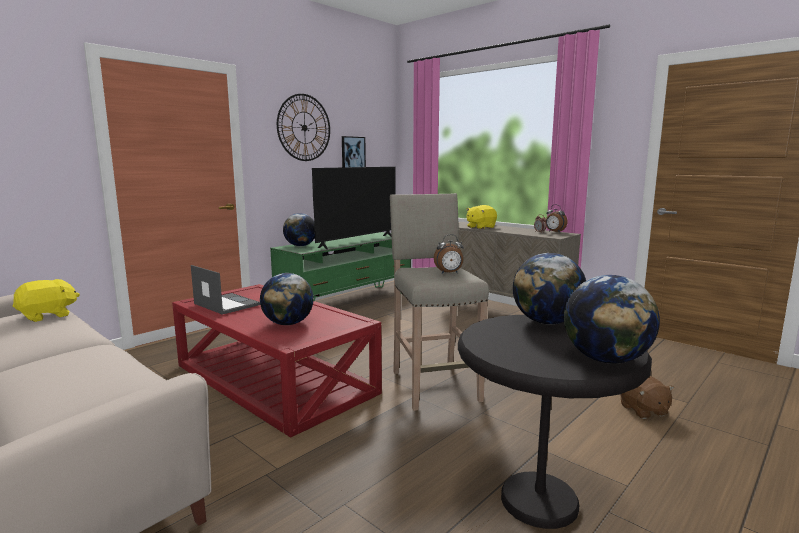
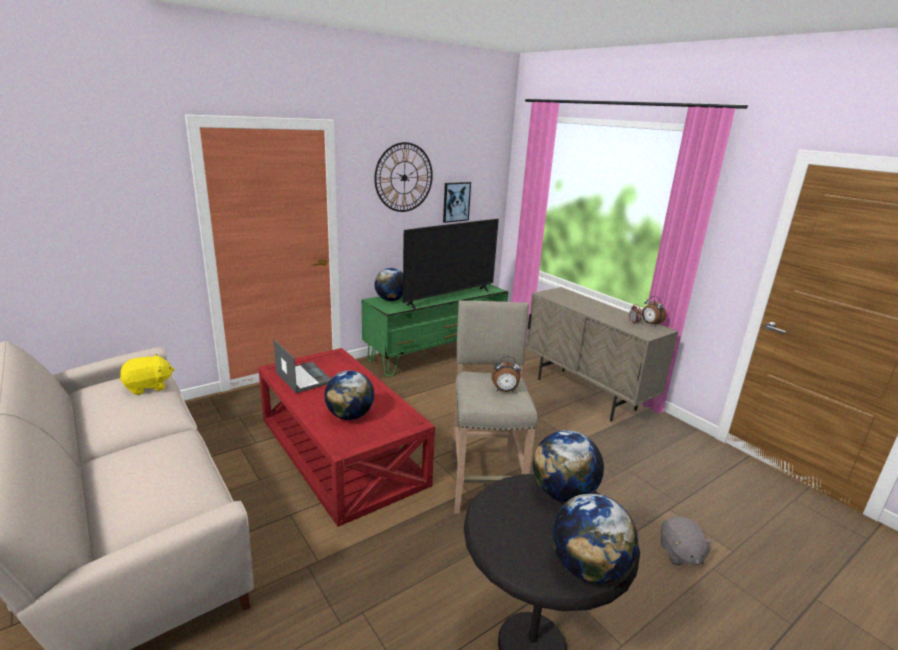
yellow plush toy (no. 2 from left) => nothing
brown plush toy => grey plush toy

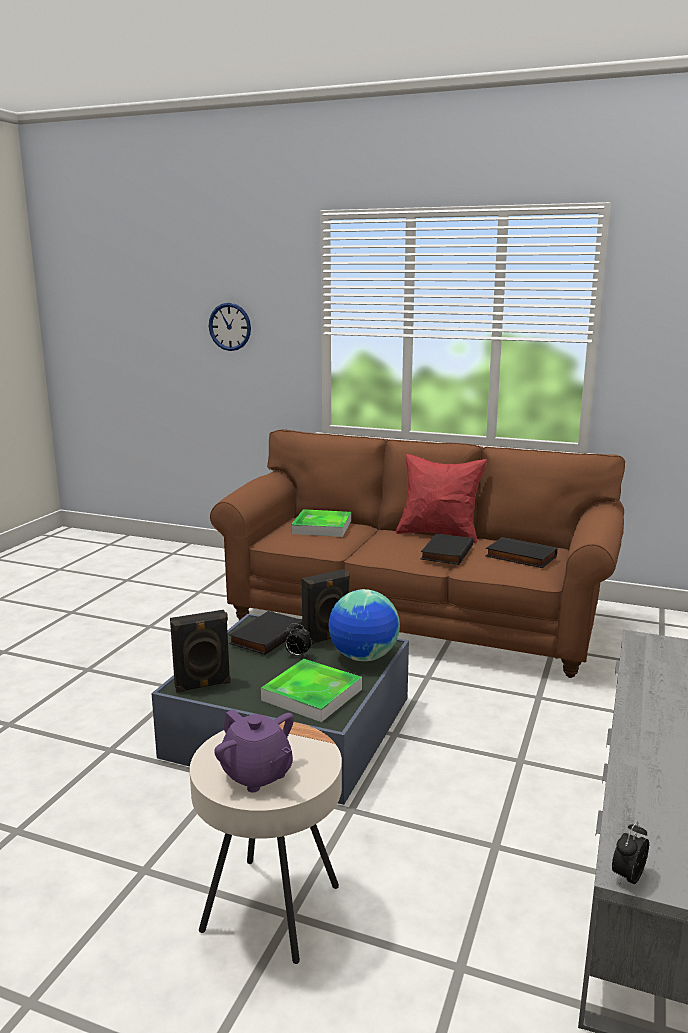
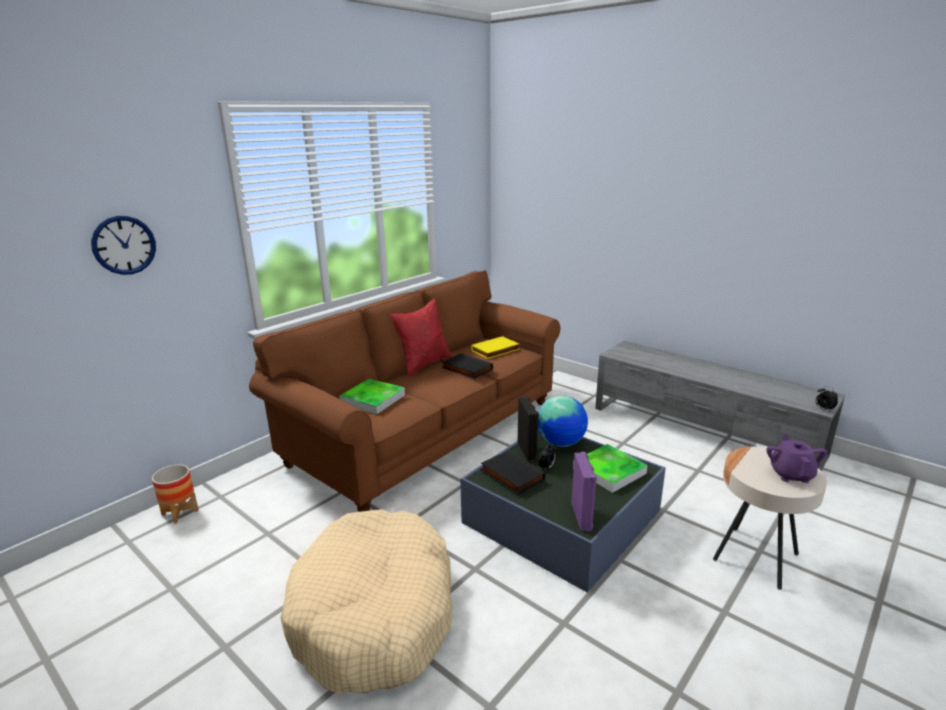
black book (no. 3 from left) => yellow book
black speaker (no. 1 from left) => purple speaker
purple teapot, 60 degrees counterclockwise
nothing => planter
nothing => beige dog bed

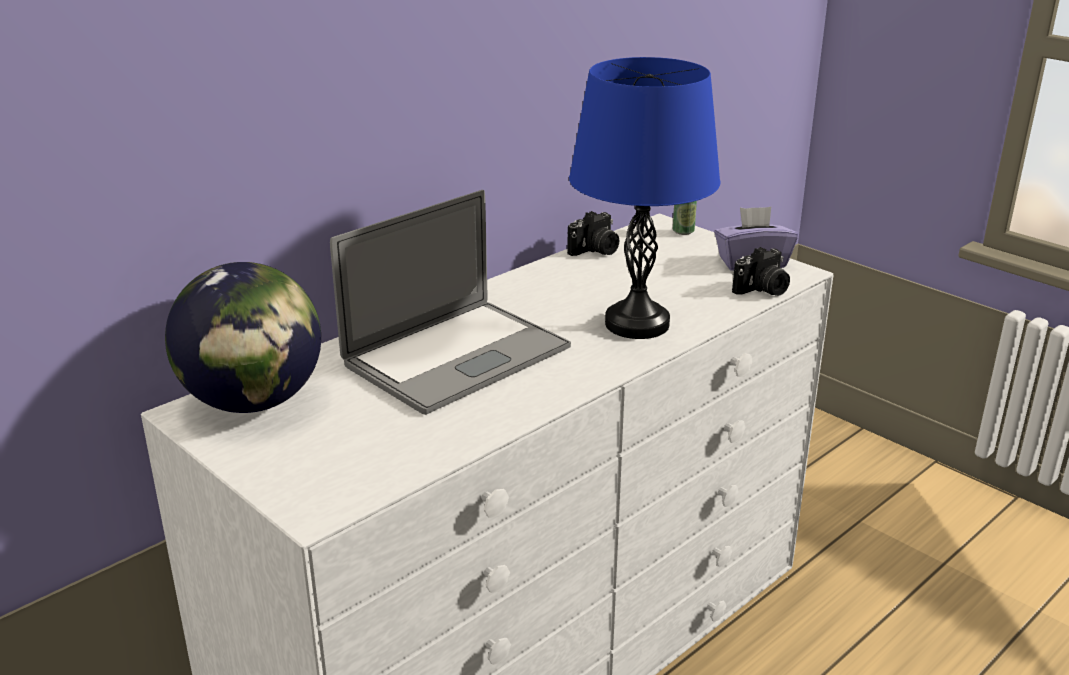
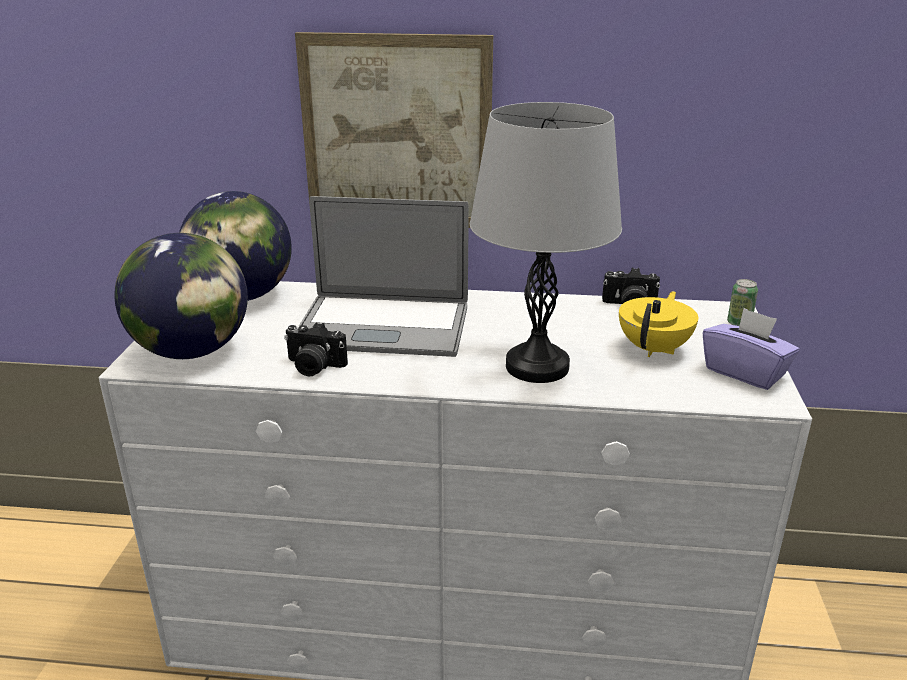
blue table lamp => grey table lamp
photo camera (no. 2 from left in the first image) => photo camera (no. 1 from left), relocated
nothing => picture
nothing => globe (no. 1 from left)
nothing => yellow teapot

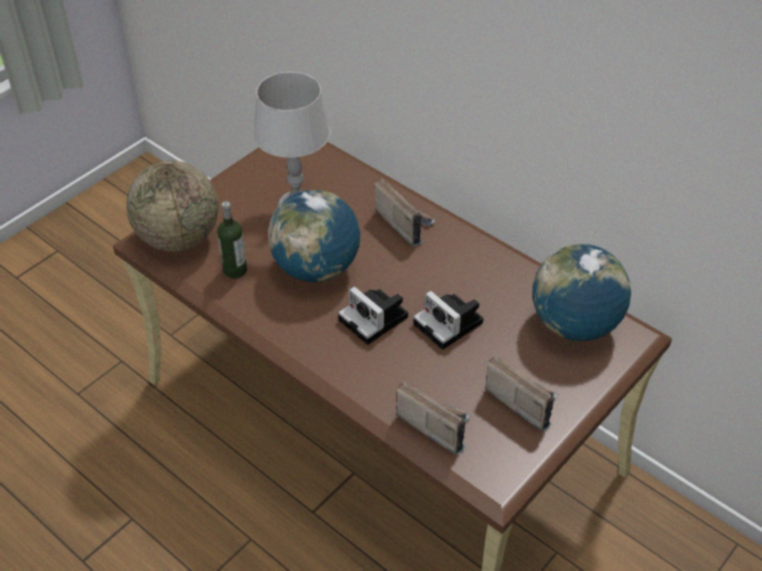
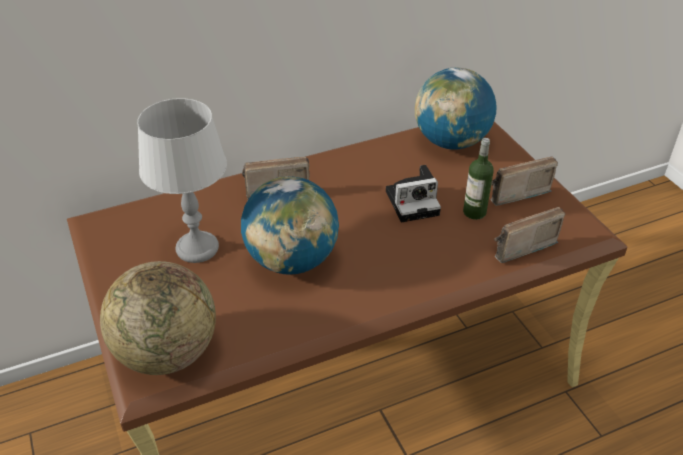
bottle, relocated
photo camera (no. 1 from left) => nothing

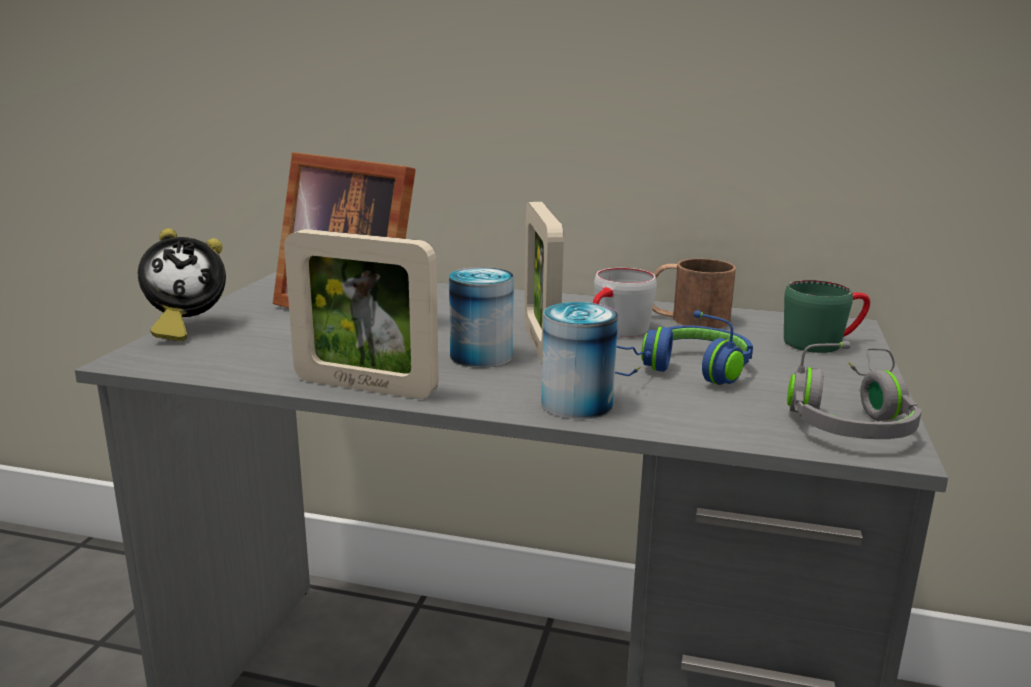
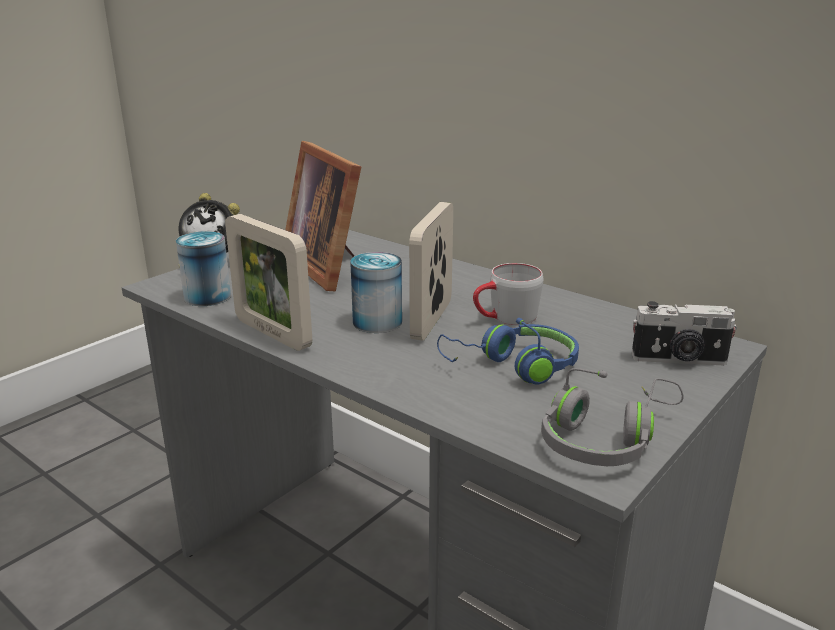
brown mug => nothing
green mug => photo camera
can (no. 2 from left in the first image) => can (no. 1 from left), relocated

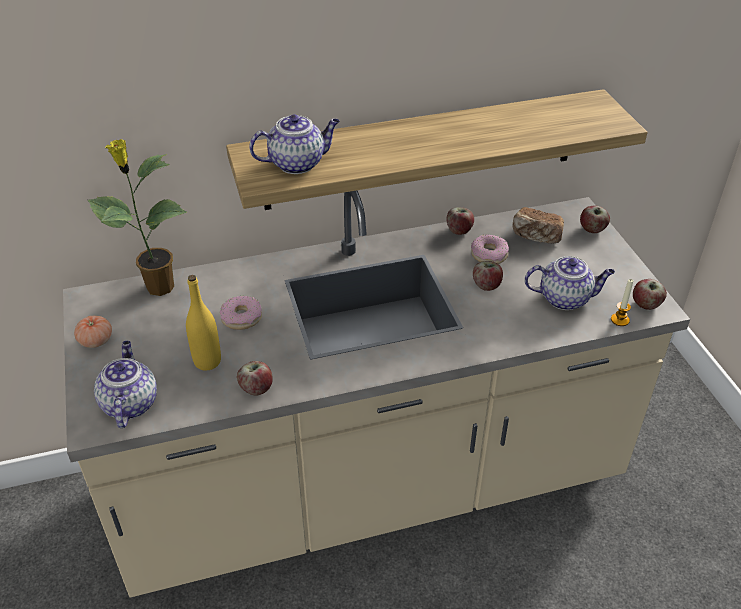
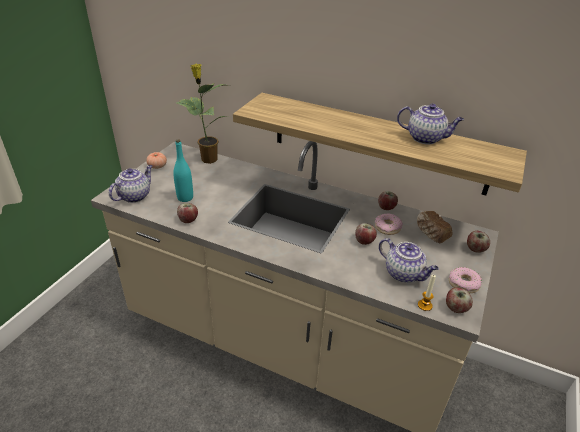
teapot (no. 2 from left in the first image) => teapot (no. 3 from left), relocated
yellow bottle => turquoise bottle
donut (no. 1 from left in the first image) => donut (no. 2 from left), relocated

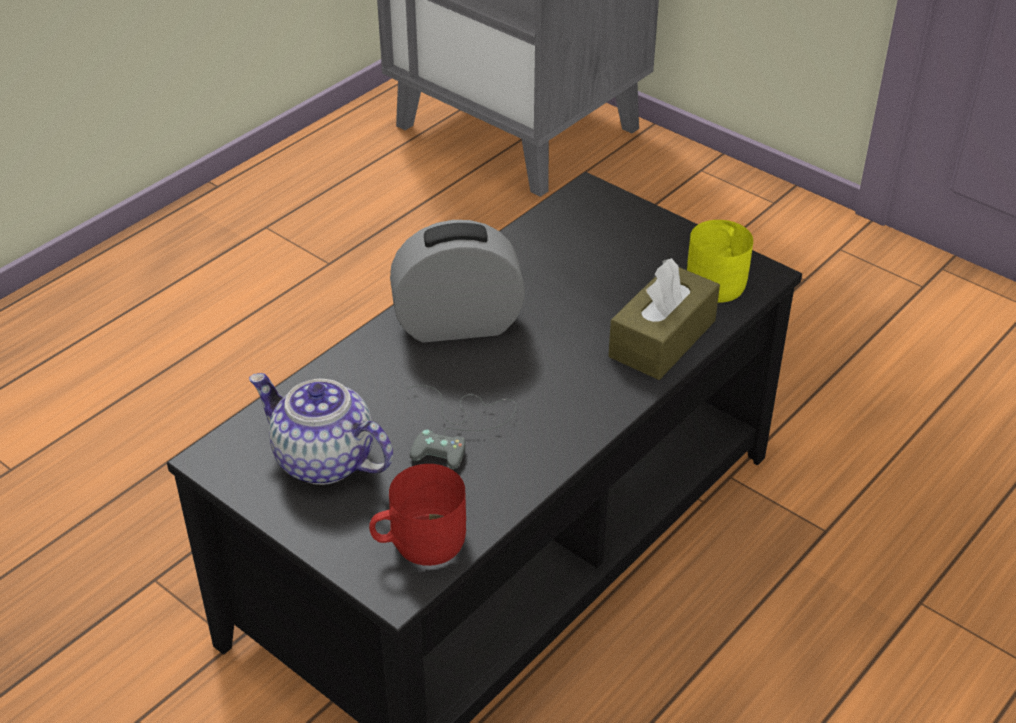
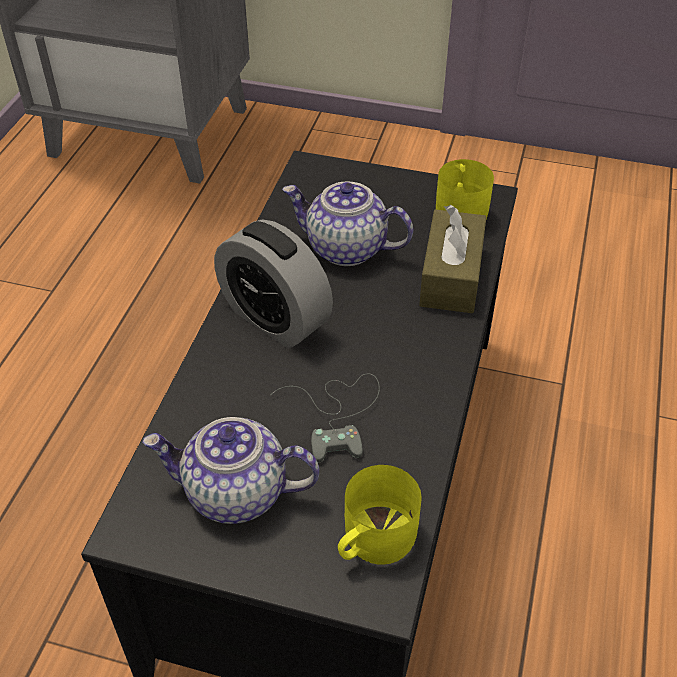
alarm clock, 105 degrees counterclockwise
red mug => yellow mug (no. 1 from left)
nothing => teapot (no. 2 from left)

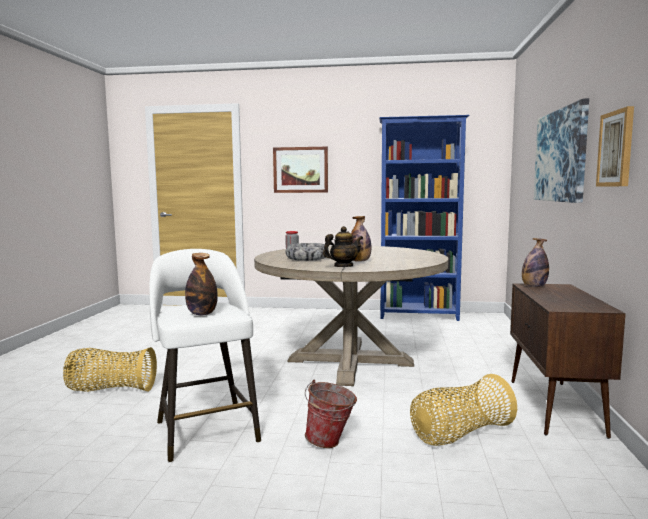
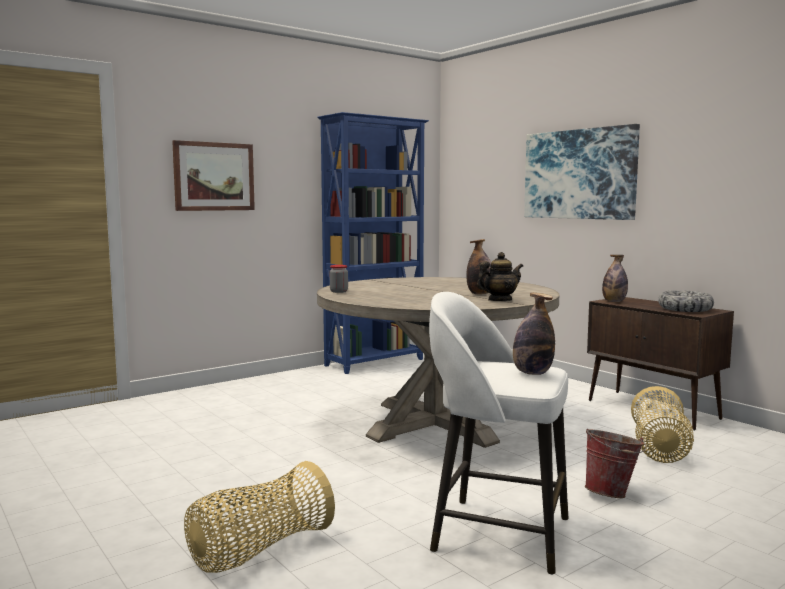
picture (no. 3 from left) => nothing
teapot, 45 degrees clockwise
bowl, relocated

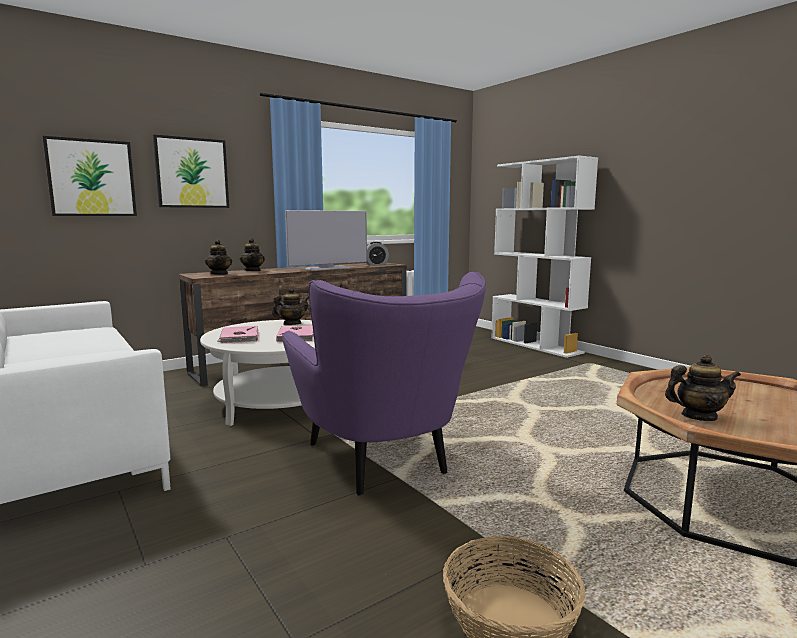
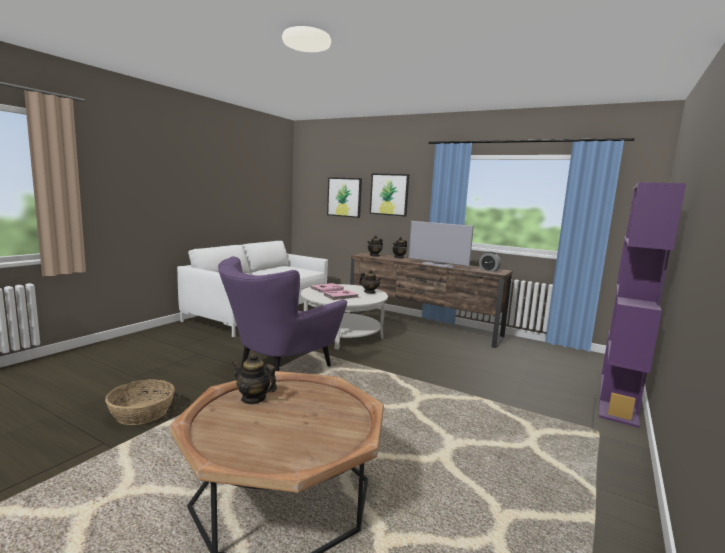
white bookcase => purple bookcase
teapot (no. 4 from left in the first image) => teapot (no. 1 from left), 135 degrees clockwise

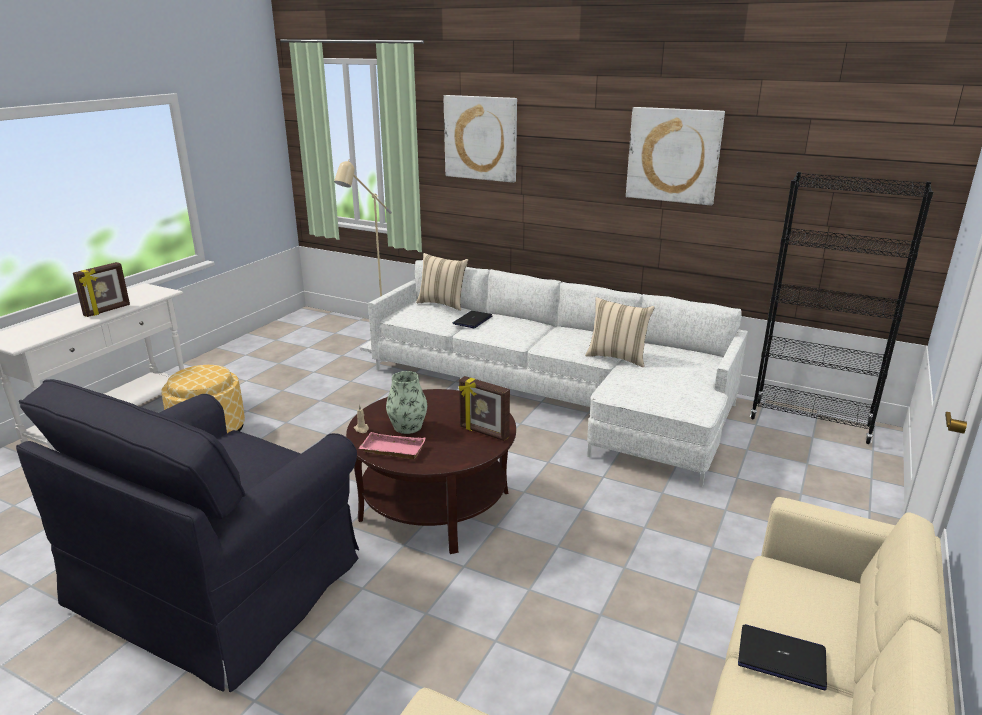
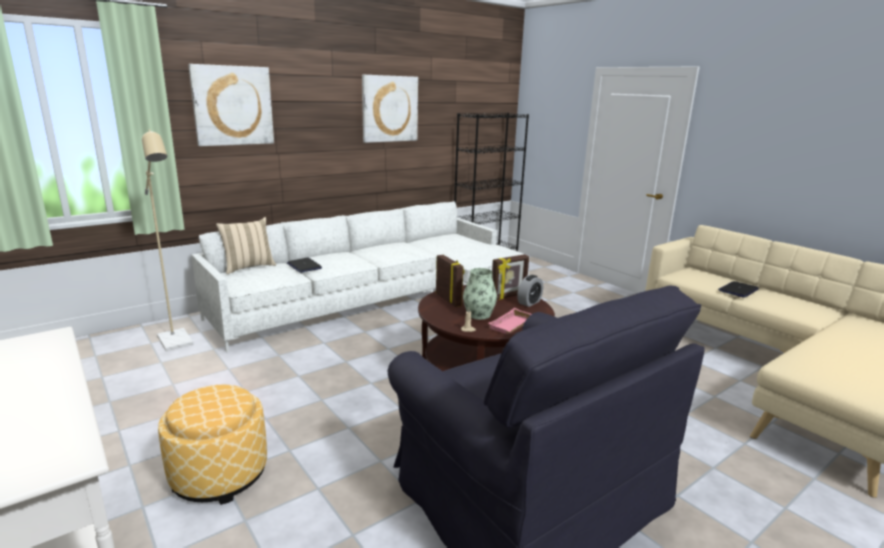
picture frame (no. 1 from left), relocated
beige pillow (no. 2 from left) => nothing
nothing => alarm clock

